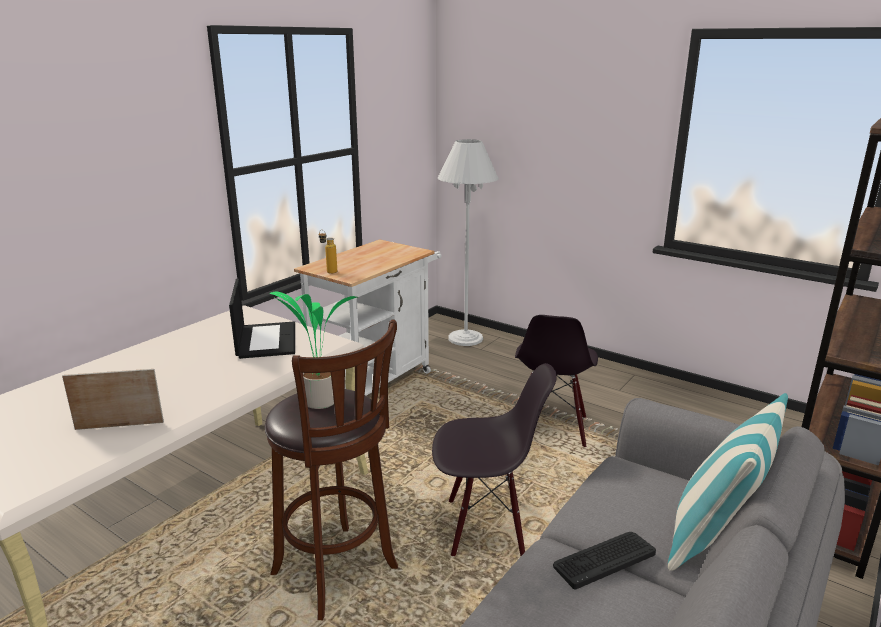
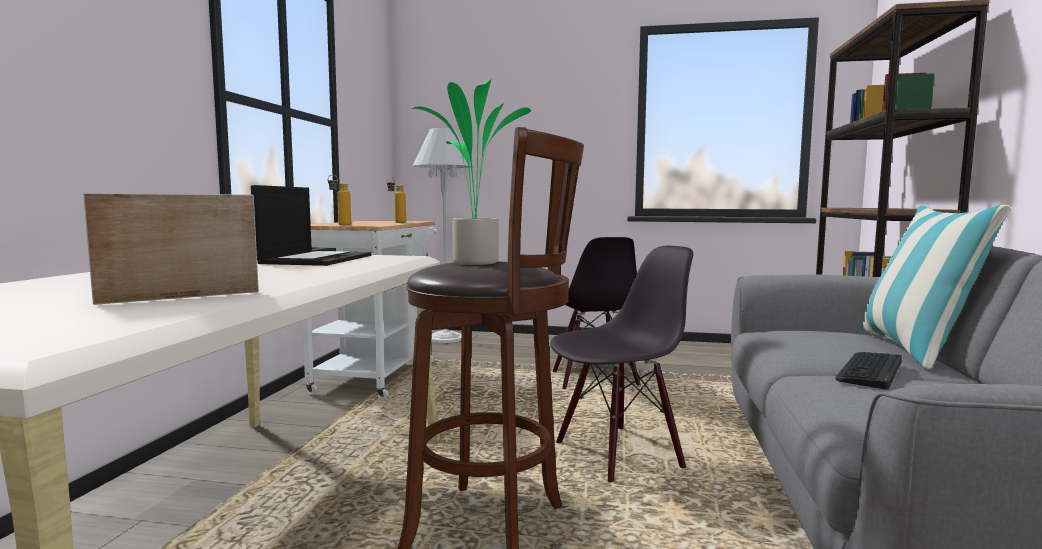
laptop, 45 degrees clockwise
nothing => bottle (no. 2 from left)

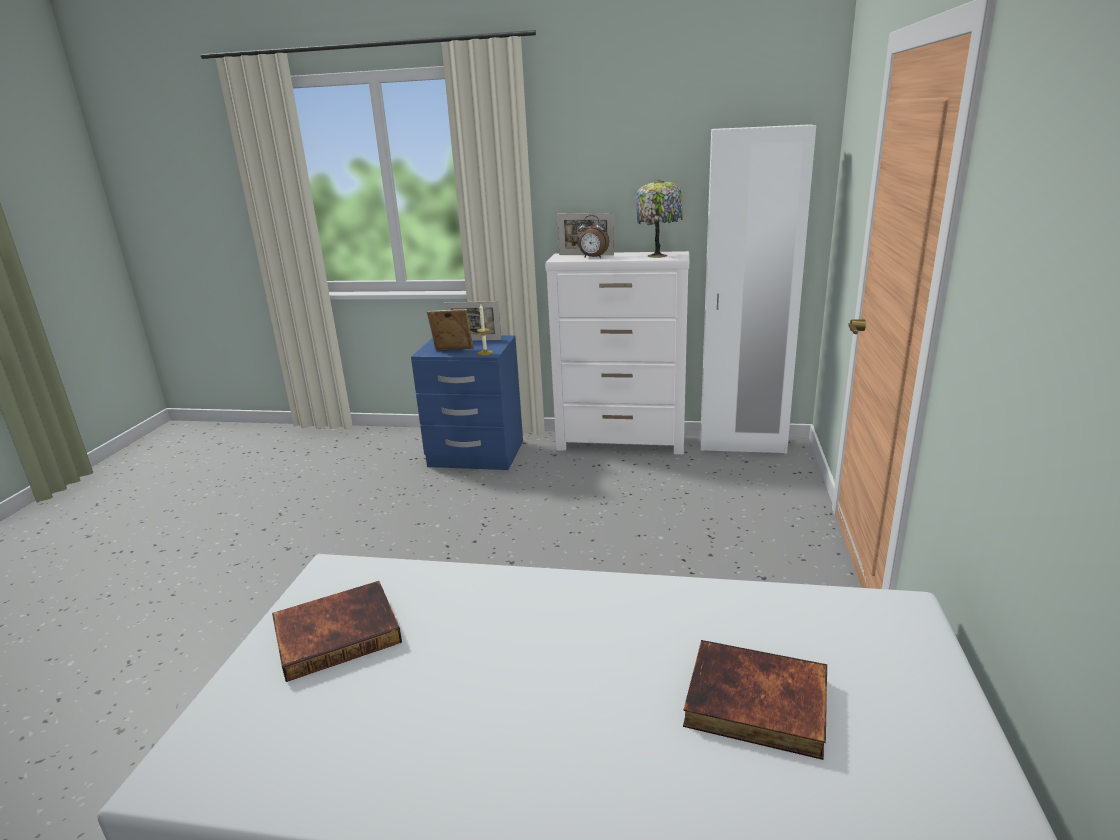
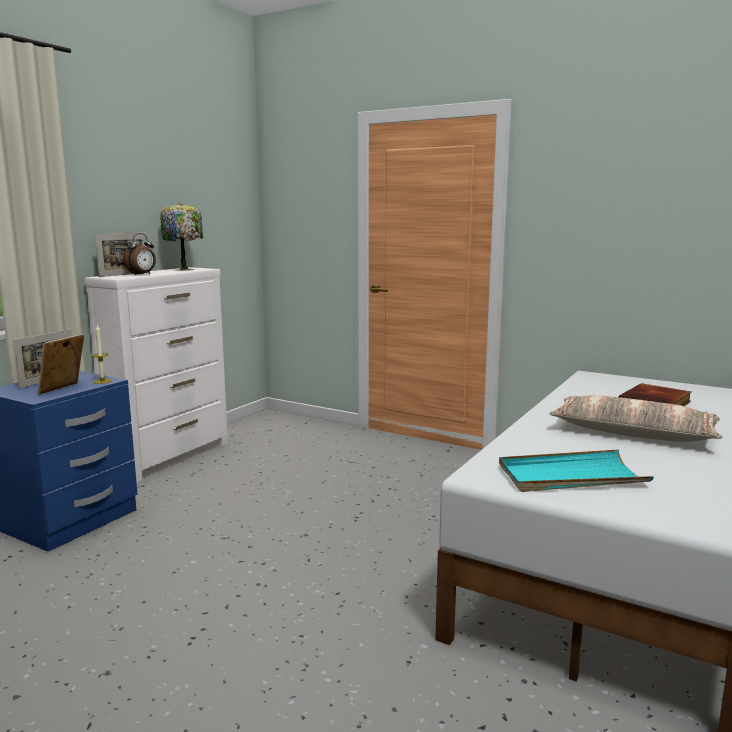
white wardrobe => nothing
book (no. 1 from left) => turquoise tray
nothing => pillow

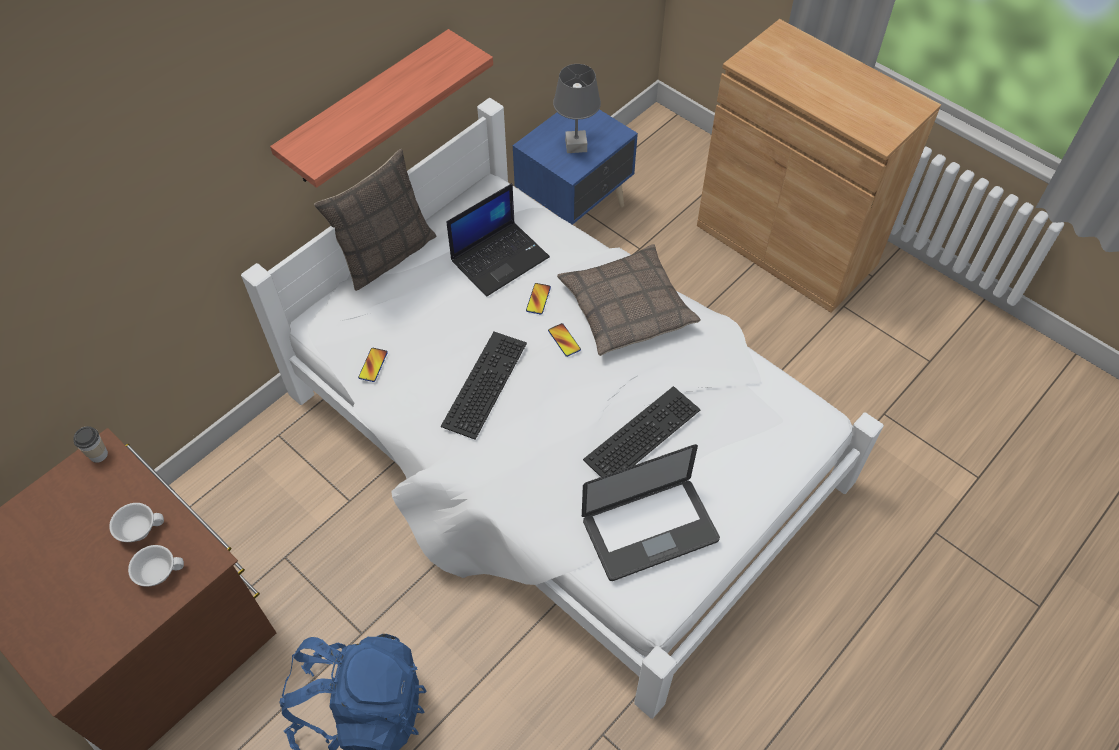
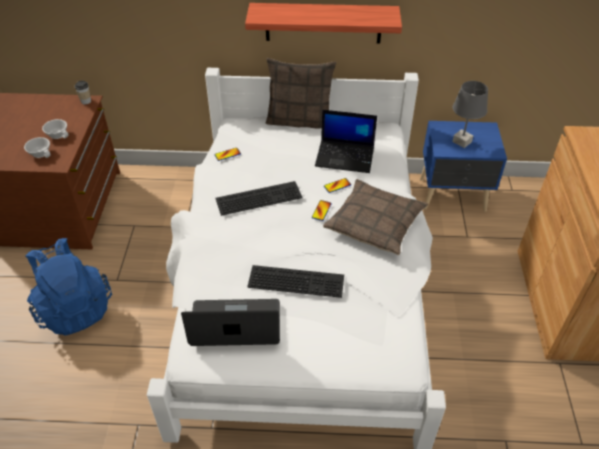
laptop (no. 2 from left in the first image) => laptop (no. 1 from left), 150 degrees clockwise

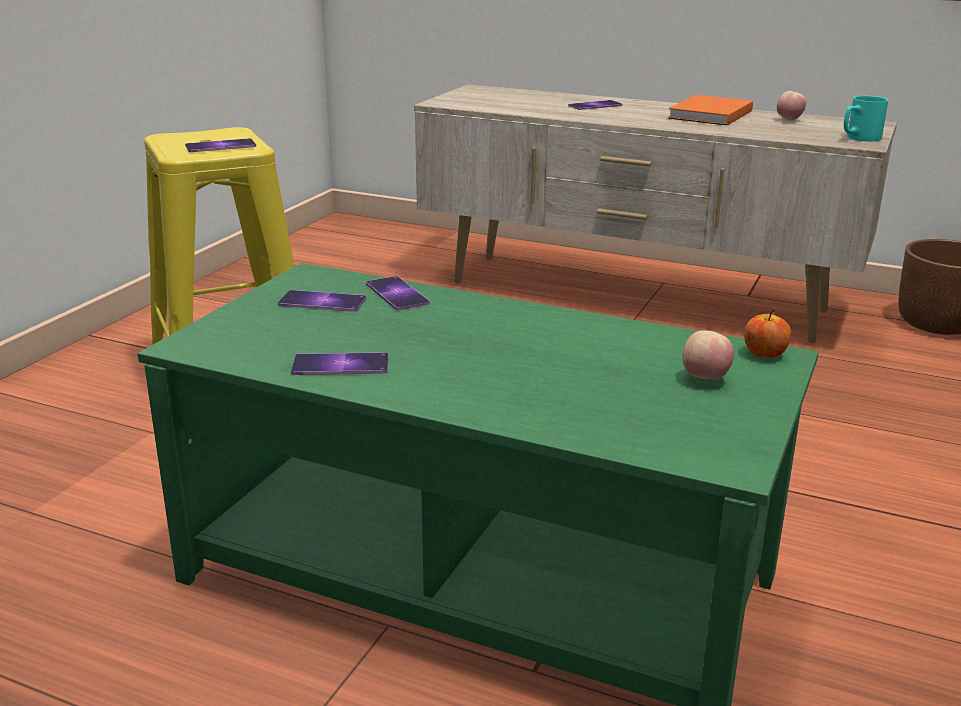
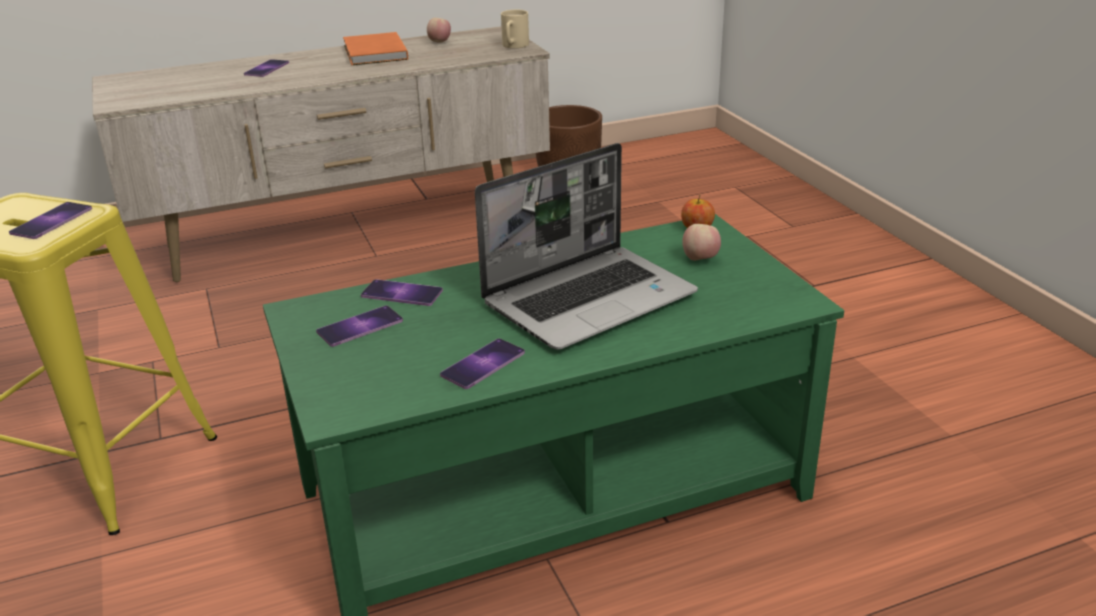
turquoise mug => beige mug
nothing => laptop

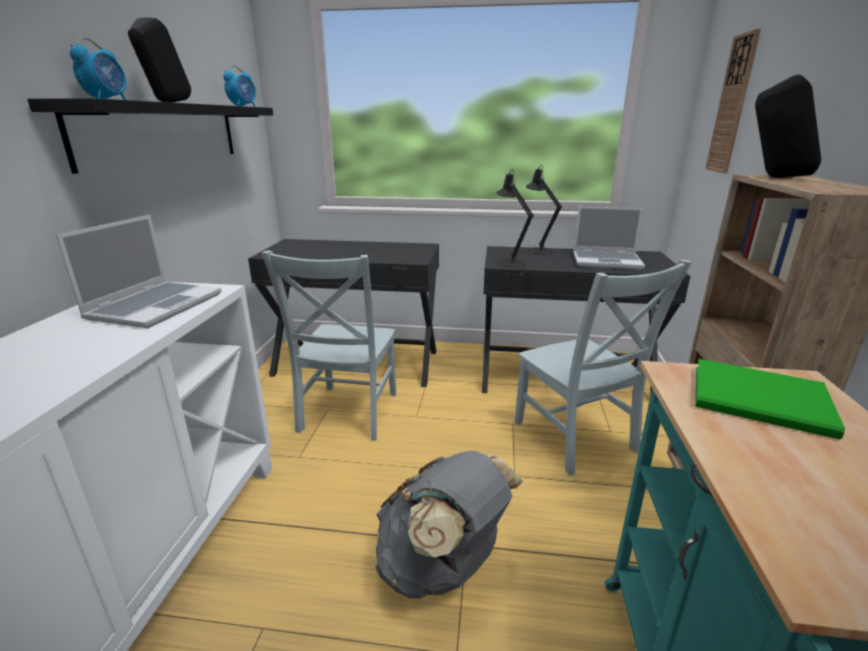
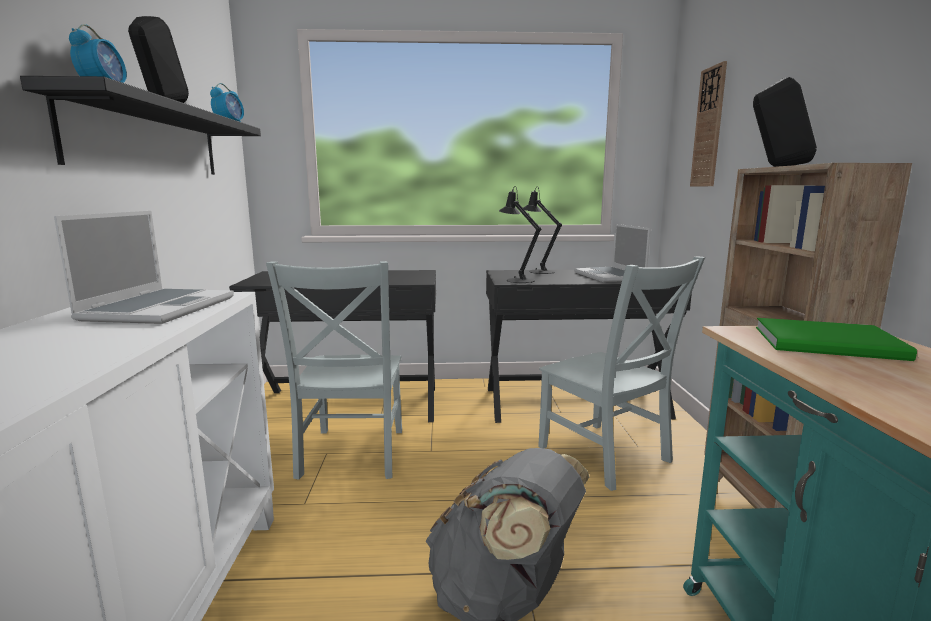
laptop (no. 2 from left), 75 degrees clockwise

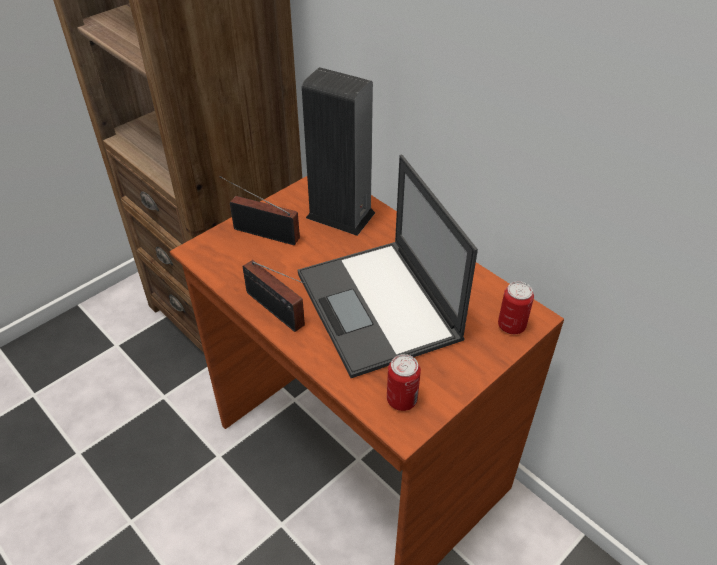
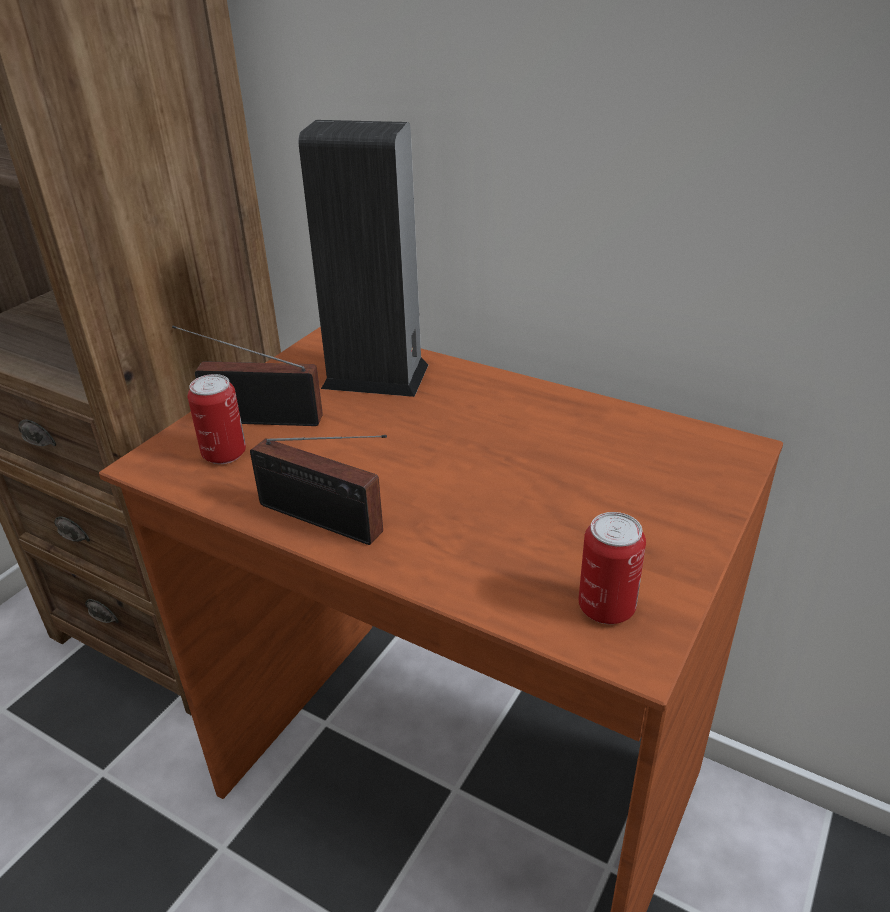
laptop => nothing
can (no. 2 from left in the first image) => can (no. 1 from left), relocated

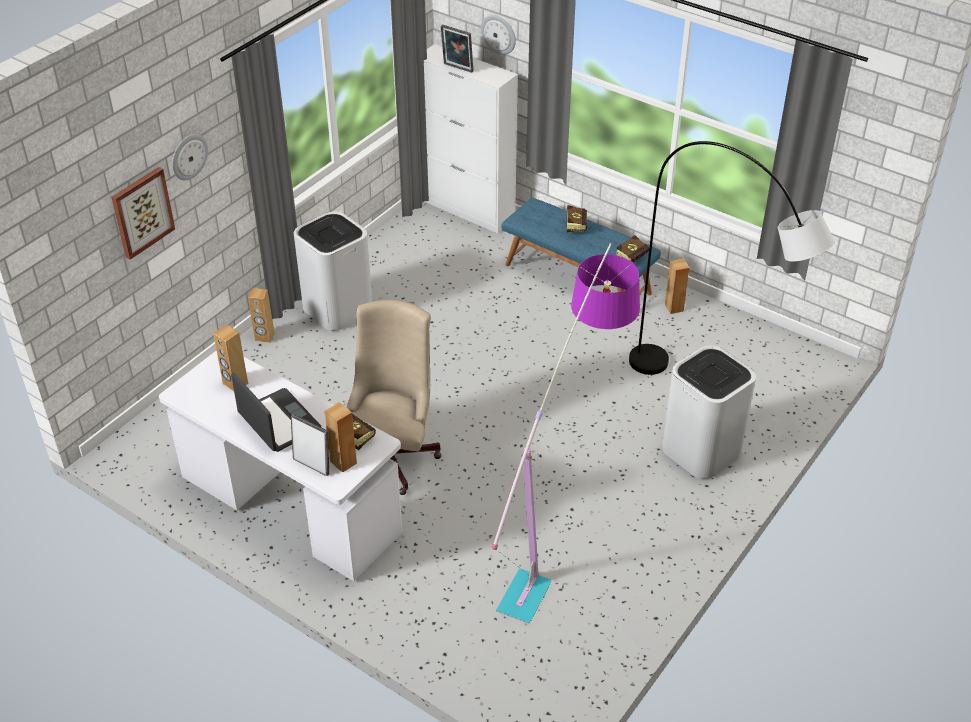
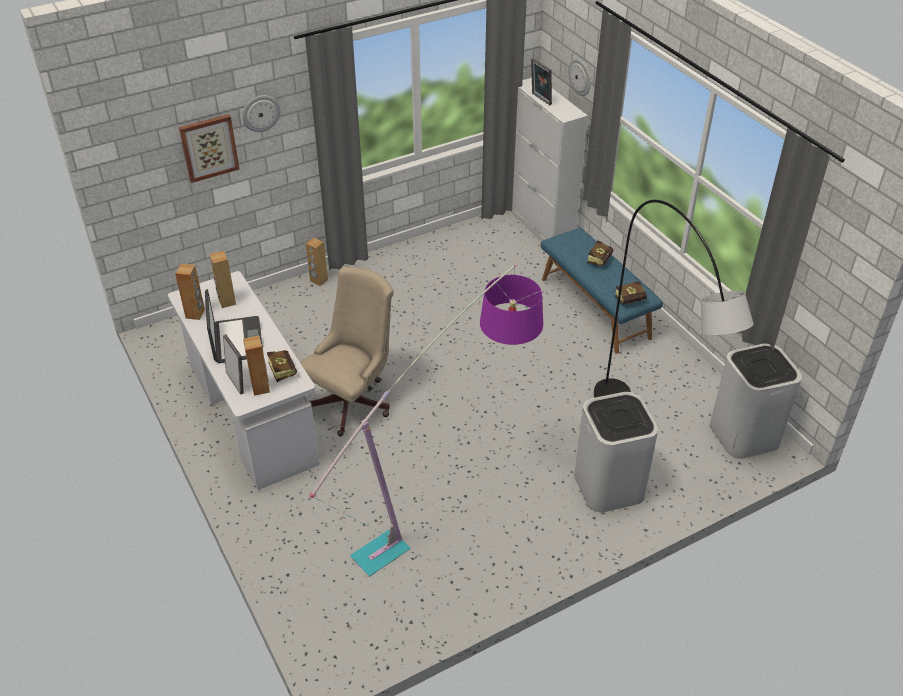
white trash can (no. 1 from left in the first image) => white trash can (no. 2 from left), relocated
brown speaker (no. 4 from left in the first image) => brown speaker (no. 1 from left), relocated

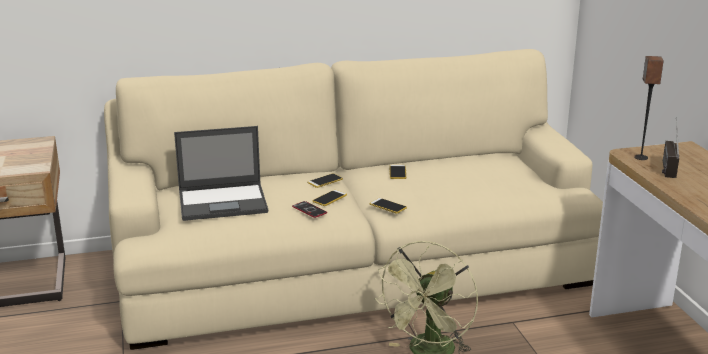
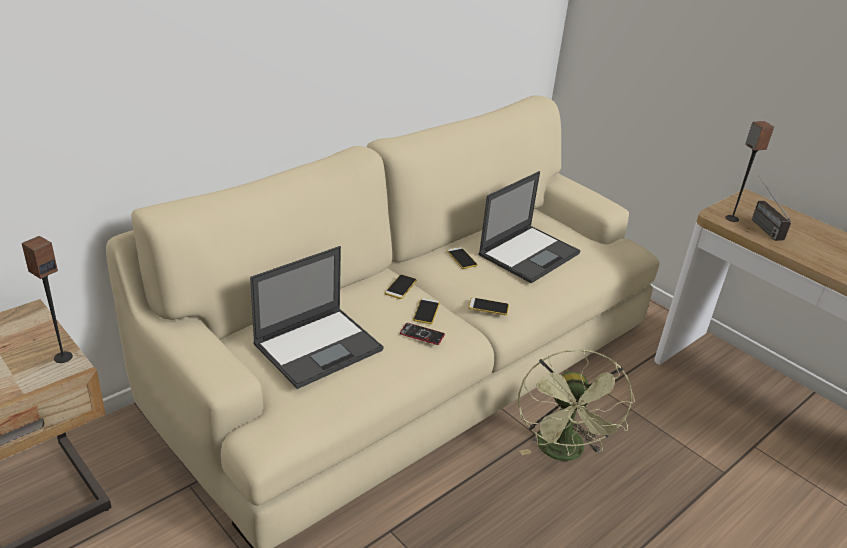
nothing => laptop (no. 2 from left)
nothing => speaker (no. 1 from left)

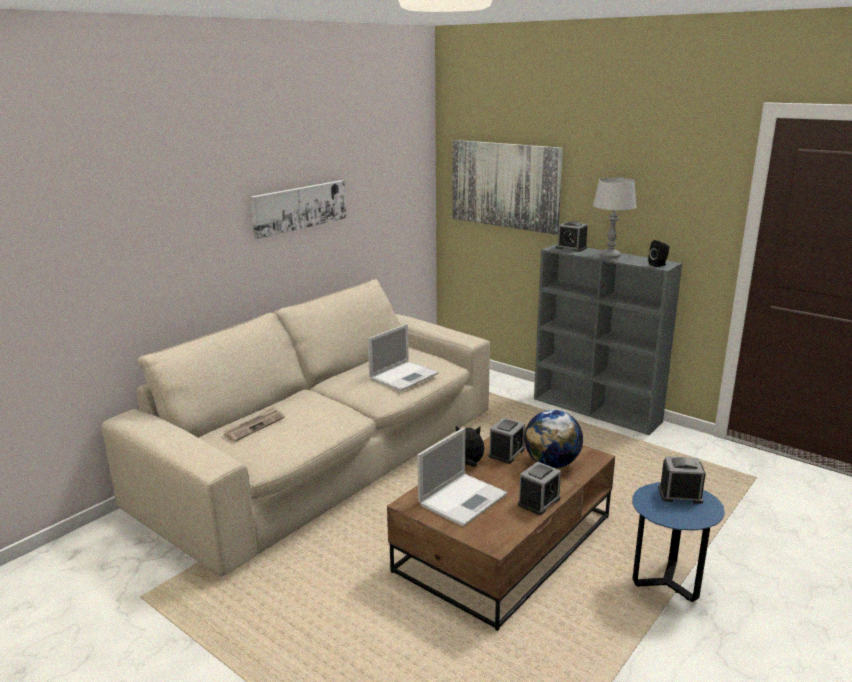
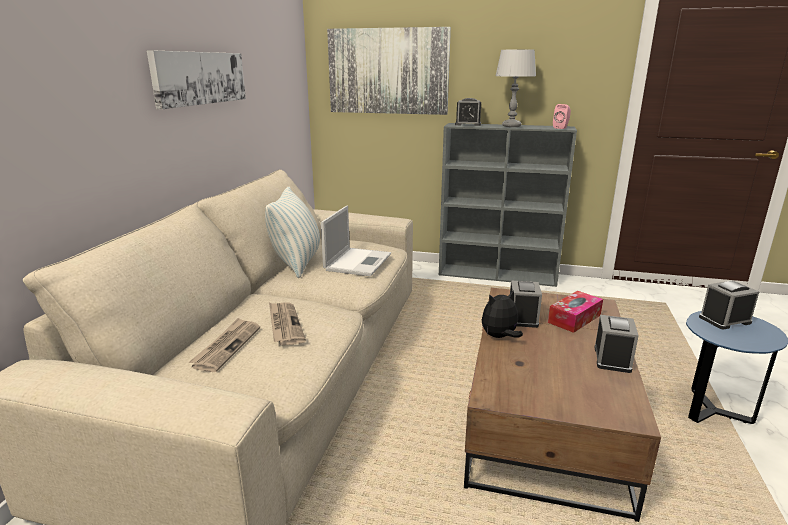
black speaker => pink speaker
globe => tissue box
laptop (no. 2 from left) => nothing
nothing => pillow
nothing => newspaper (no. 2 from left)

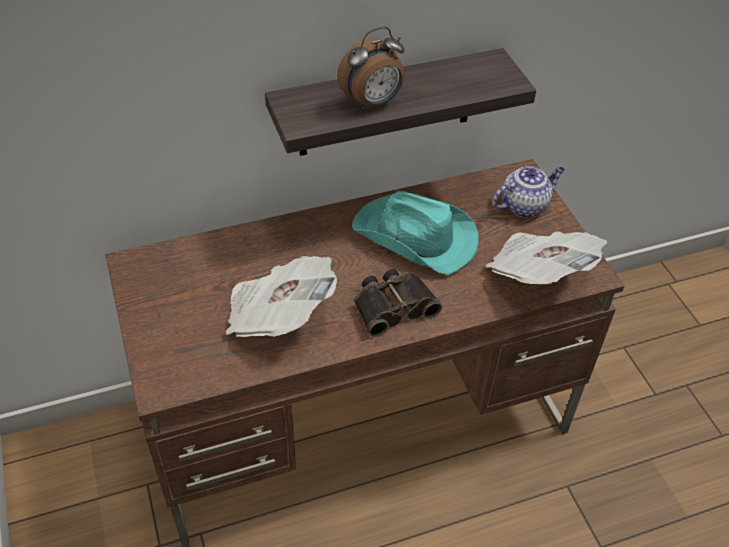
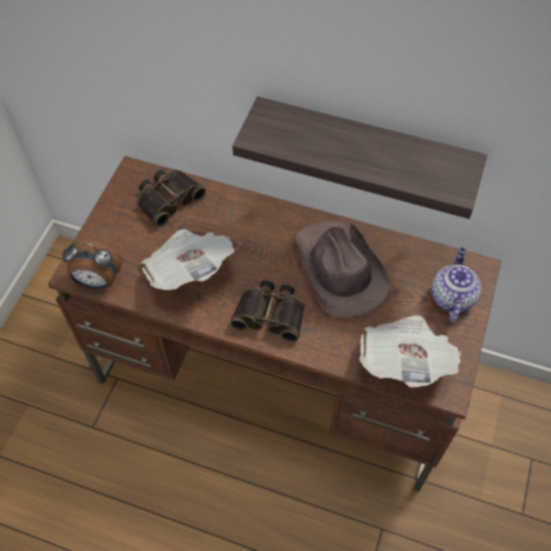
alarm clock, relocated
teapot, 90 degrees counterclockwise
turquoise hat => brown hat
nothing => binoculars (no. 1 from left)

